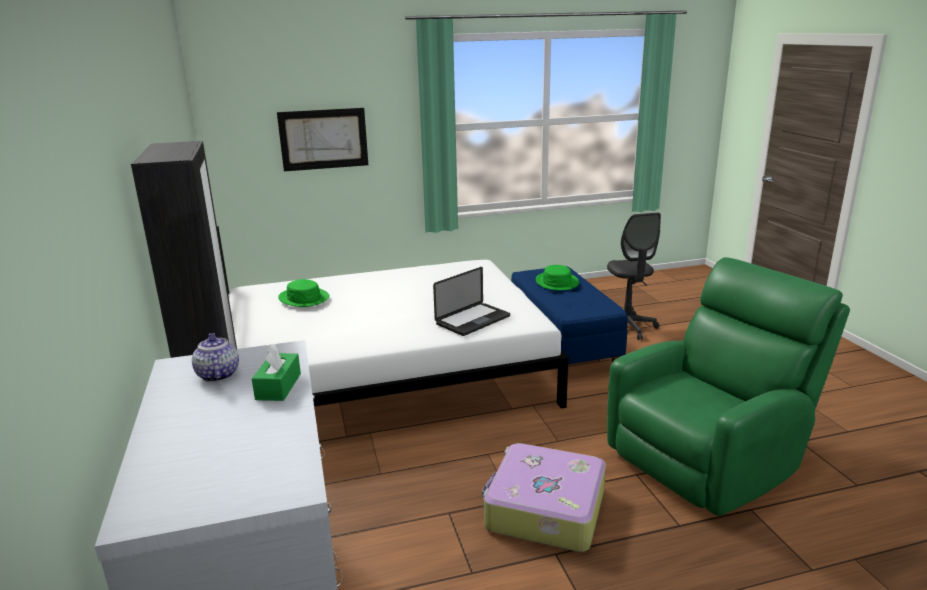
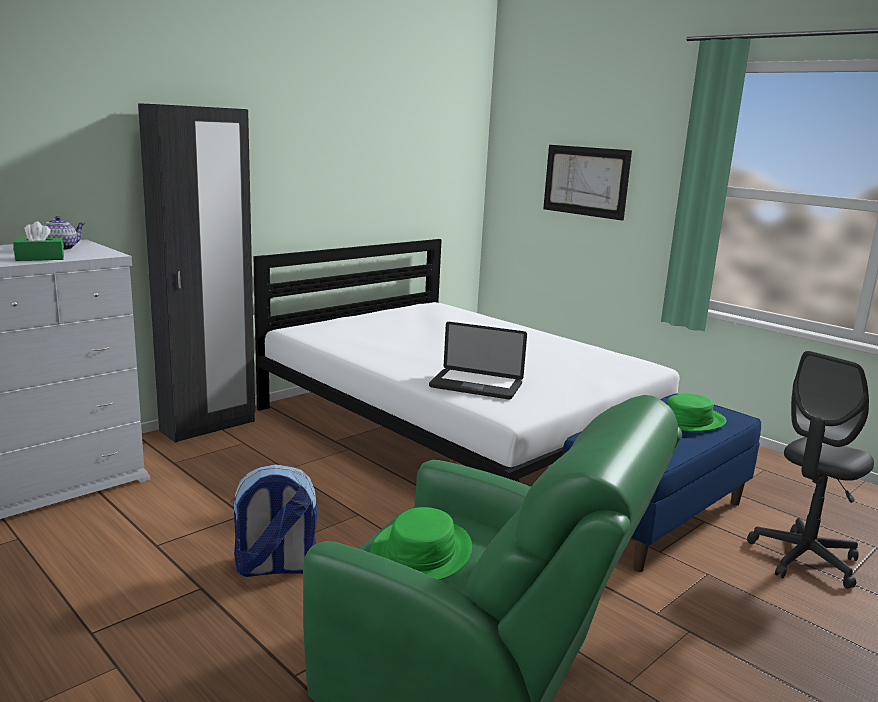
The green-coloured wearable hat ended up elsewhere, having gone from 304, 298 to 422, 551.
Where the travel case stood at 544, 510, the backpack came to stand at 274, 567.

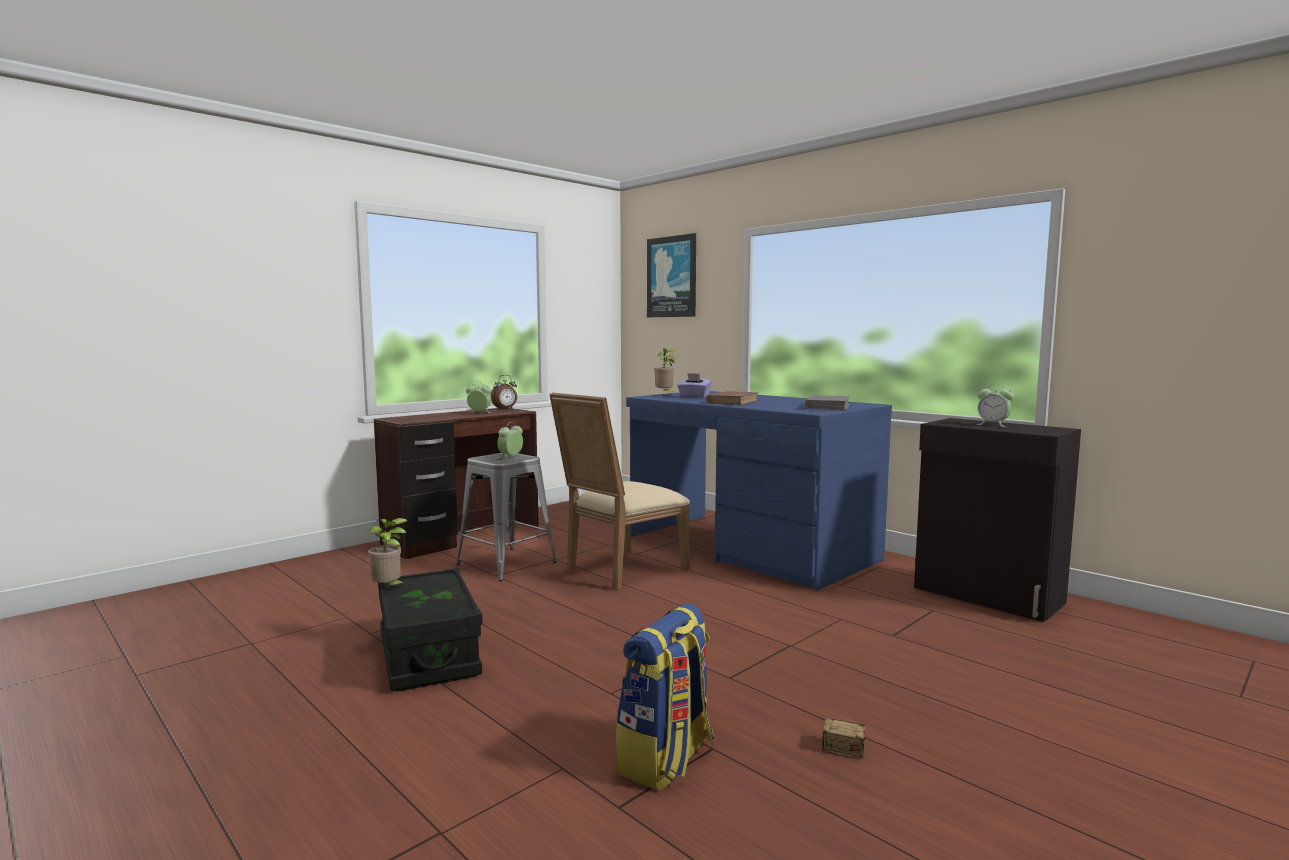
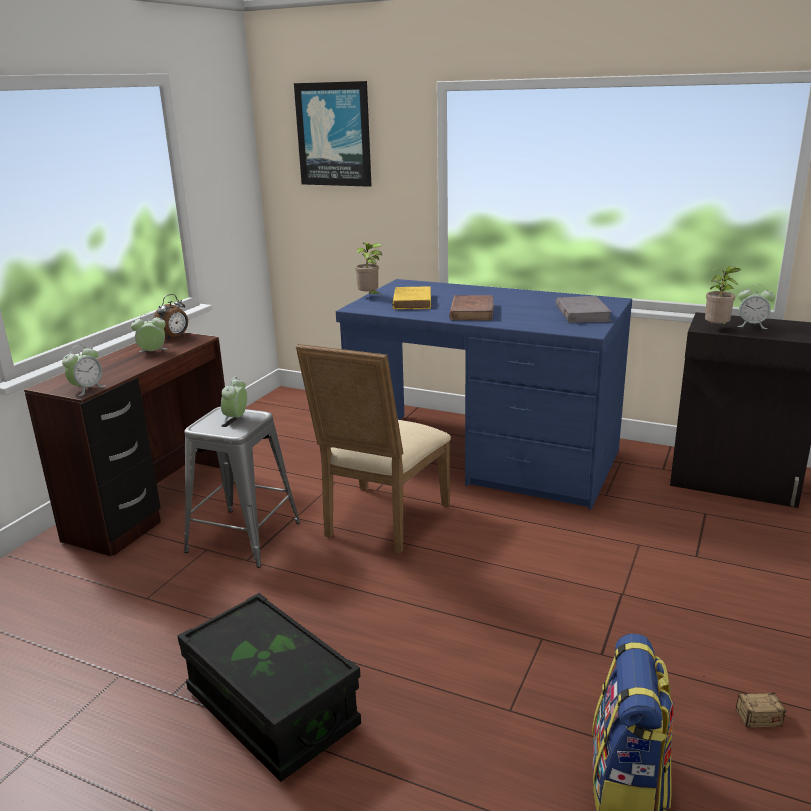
The potted plant ended up elsewhere, having gone from 389, 589 to 717, 329.
Where the purple-coloured tissue box stood at 694, 397, the yellow volume came to stand at 412, 301.
The second view gained the alarm clock at 87, 389.

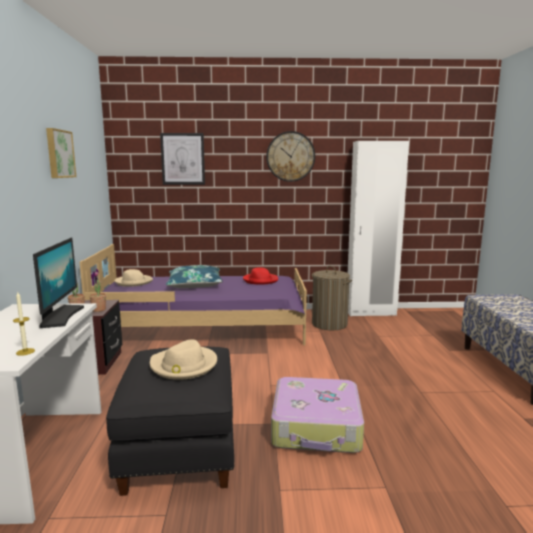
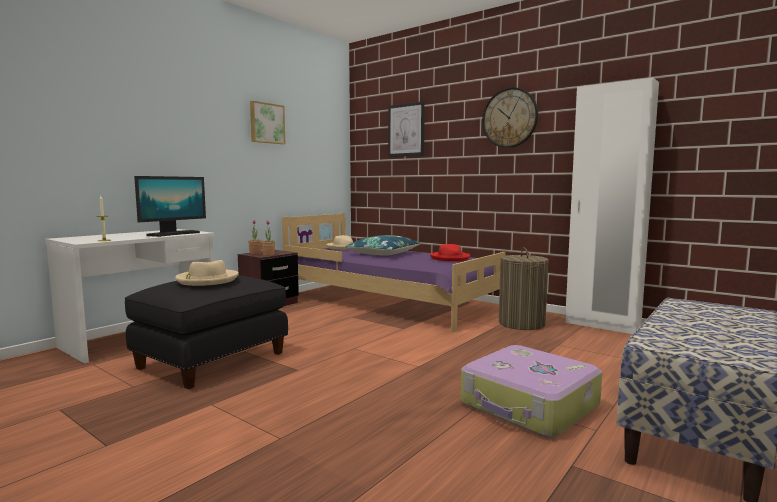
The travel case ended up elsewhere, having gone from 316, 427 to 529, 405.

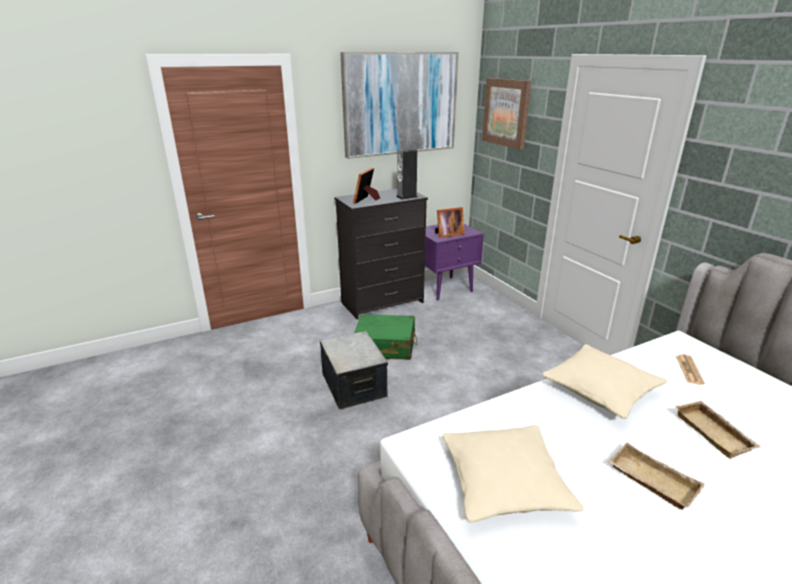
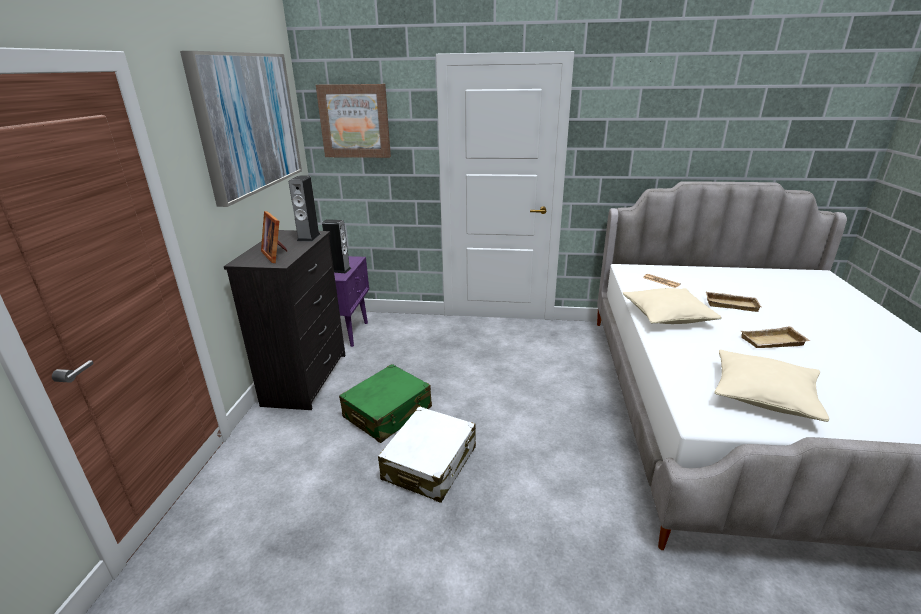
Where the storage box stood at 354, 385, the white-coloured travel case came to stand at 430, 463.
Where the photo frame stood at 447, 234, the audio speaker came to stand at 339, 270.

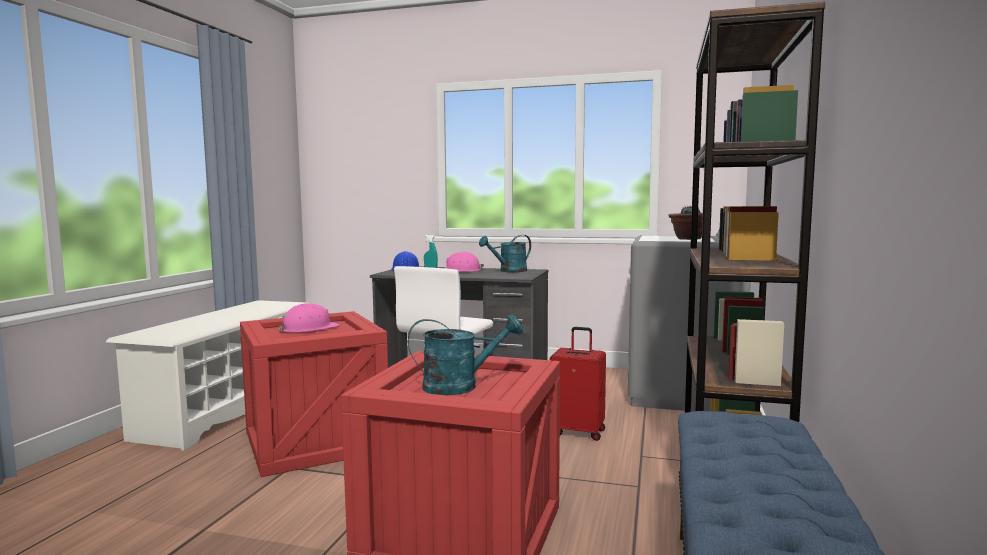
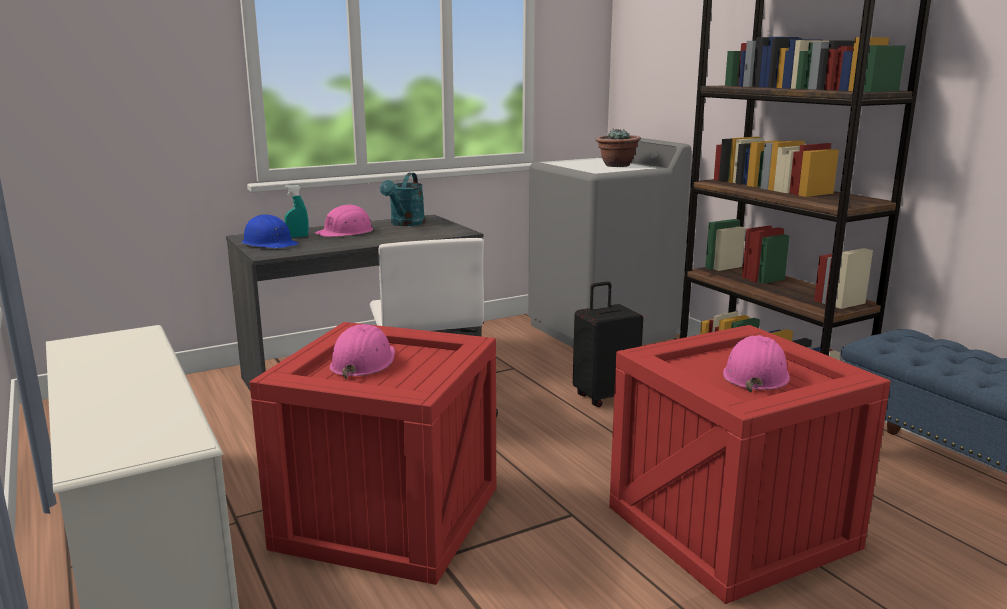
Where the turquoise watering pot stood at 460, 386, the pinkish safety helmet came to stand at 755, 375.
What was the red travel case at 578, 432 turned into the black travel case at 605, 397.

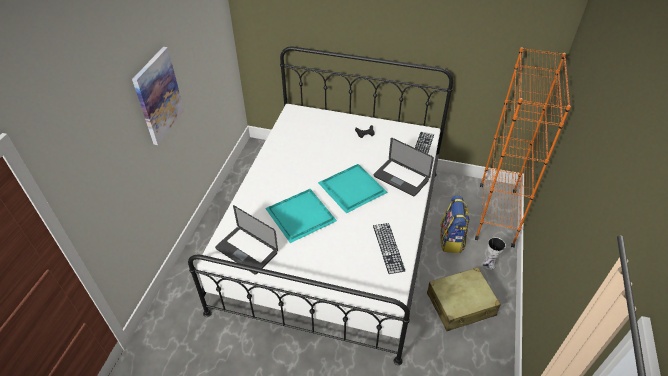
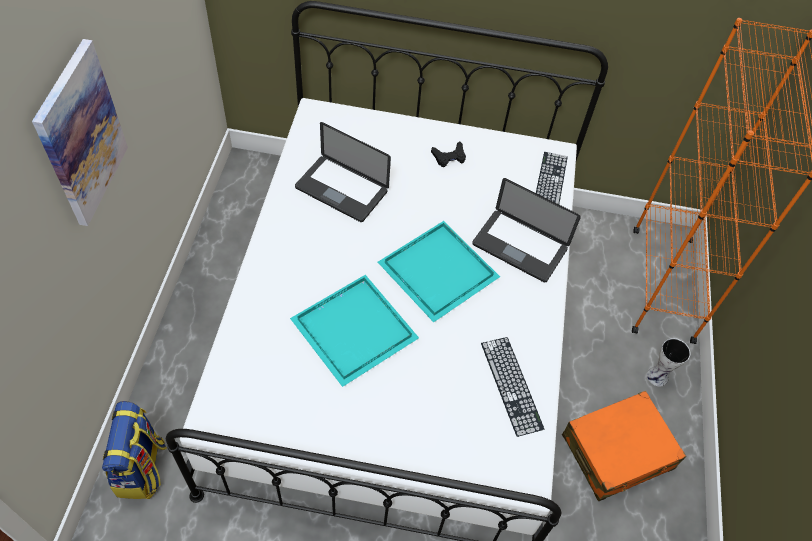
The portable computer ended up elsewhere, having gone from 246, 250 to 341, 189.
What was the beige travel case at 460, 305 turned into the orangey travel case at 617, 452.
The backpack ended up elsewhere, having gone from 451, 240 to 142, 469.

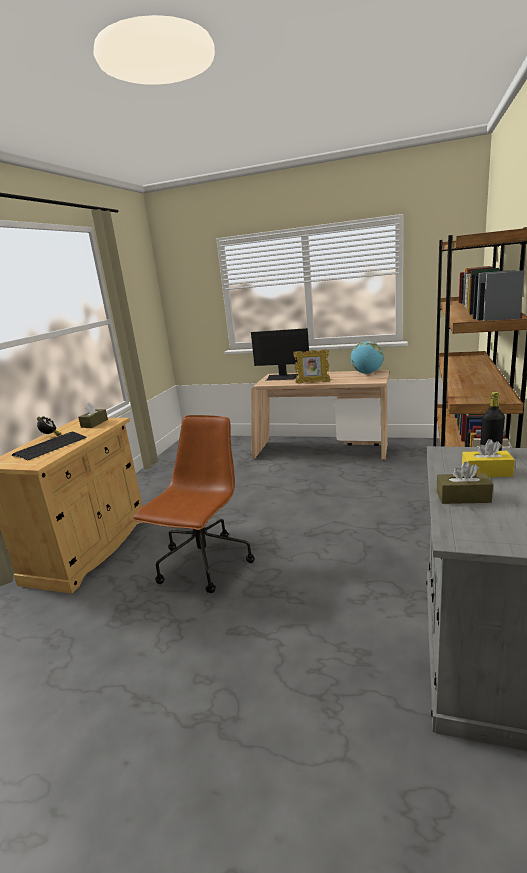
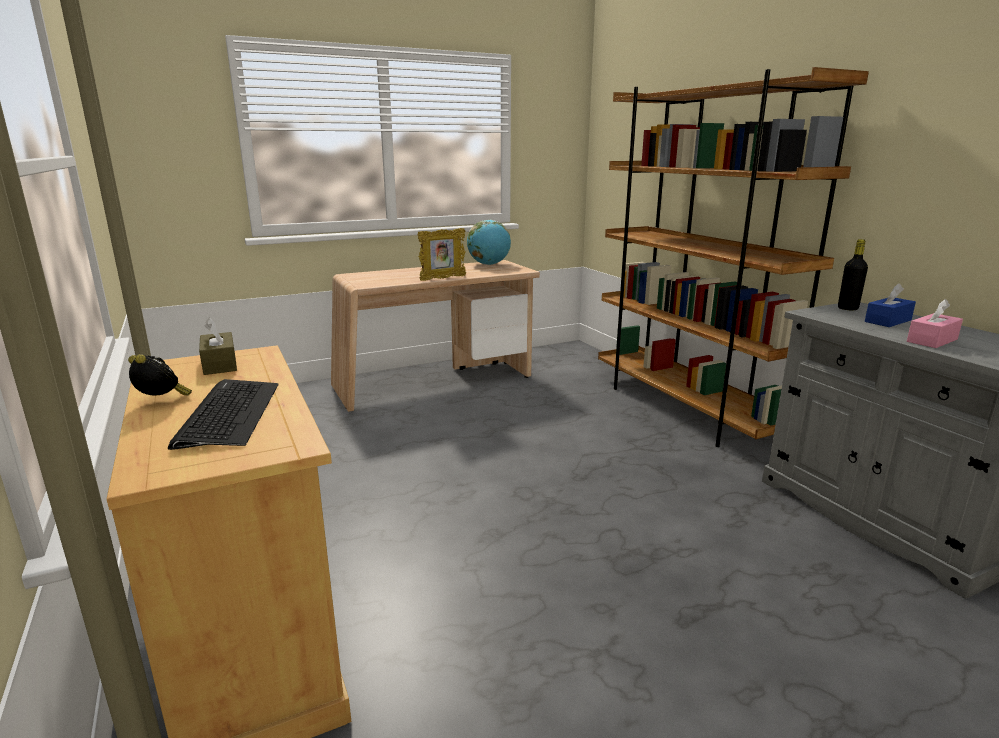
The second view lost the brownish office chair at 204, 564.
The second view lost the monitor at 282, 377.
What was the brownish tissue box at 463, 497 turned into the pinkish tissue box at 932, 340.
What was the yellow tissue box at 486, 472 turned into the bluish tissue box at 888, 321.

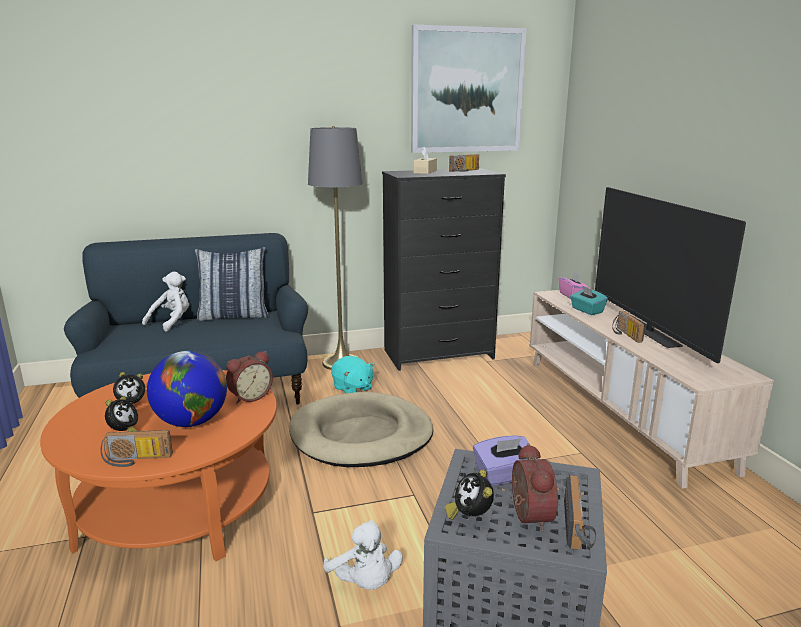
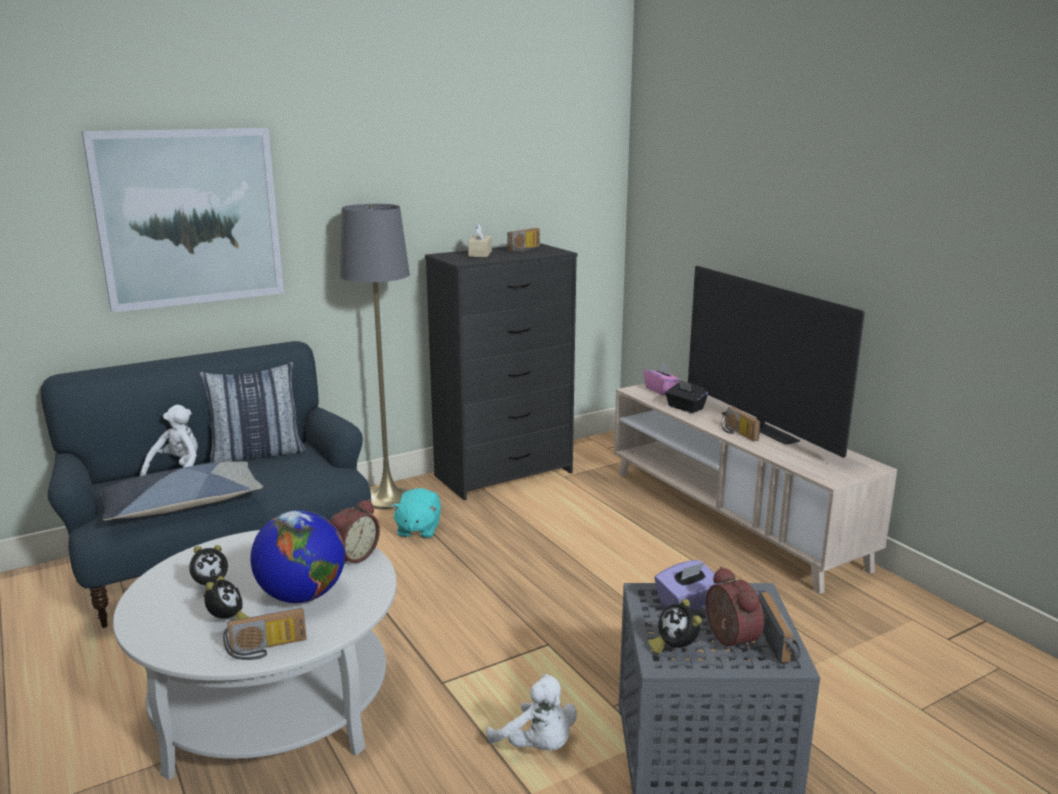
What was the orangey coffee table at 178, 505 turned into the white-coloured coffee table at 273, 702.
The second view lost the beige dog cushion at 361, 435.
The turquoise cuddly toy at 352, 388 ended up facing another way, 60 degrees clockwise from before.
The wall picture ended up elsewhere, having gone from 467, 91 to 189, 217.
What was the turquoise tissue box at 586, 310 turned into the black tissue box at 685, 408.
The second view gained the throw pillow at 182, 504.

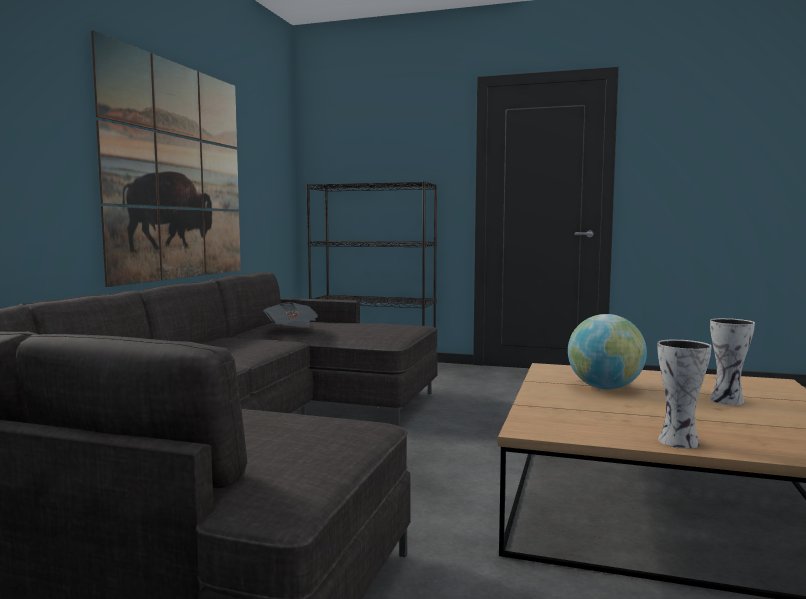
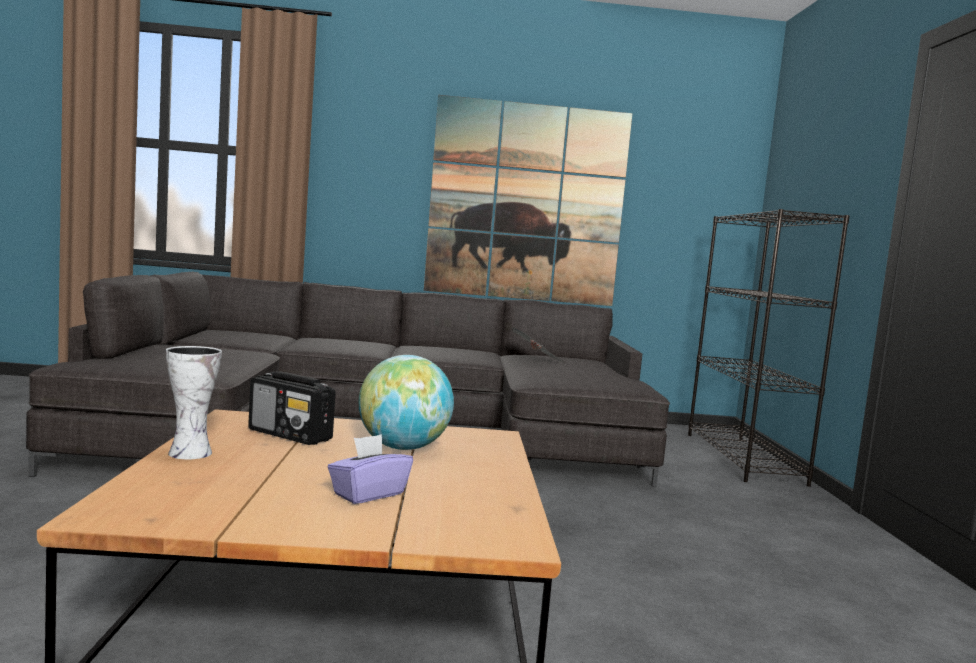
Where the flower vase stood at 729, 400, the purple-coloured tissue box came to stand at 368, 494.
The second view gained the radio receiver at 290, 435.

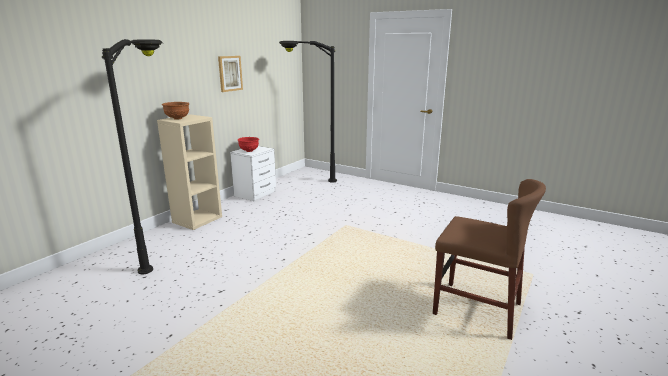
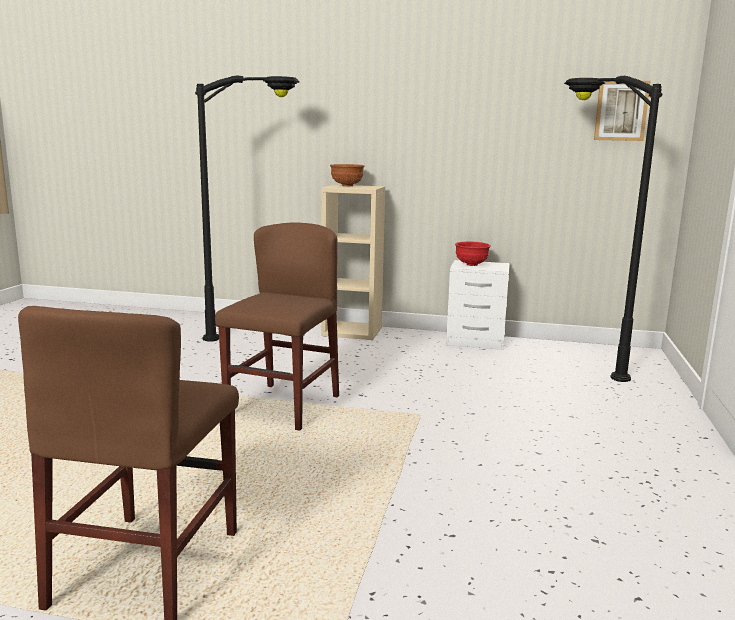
The wall picture ended up elsewhere, having gone from 230, 73 to 621, 111.
The second view gained the brownish upright chair at 283, 406.

